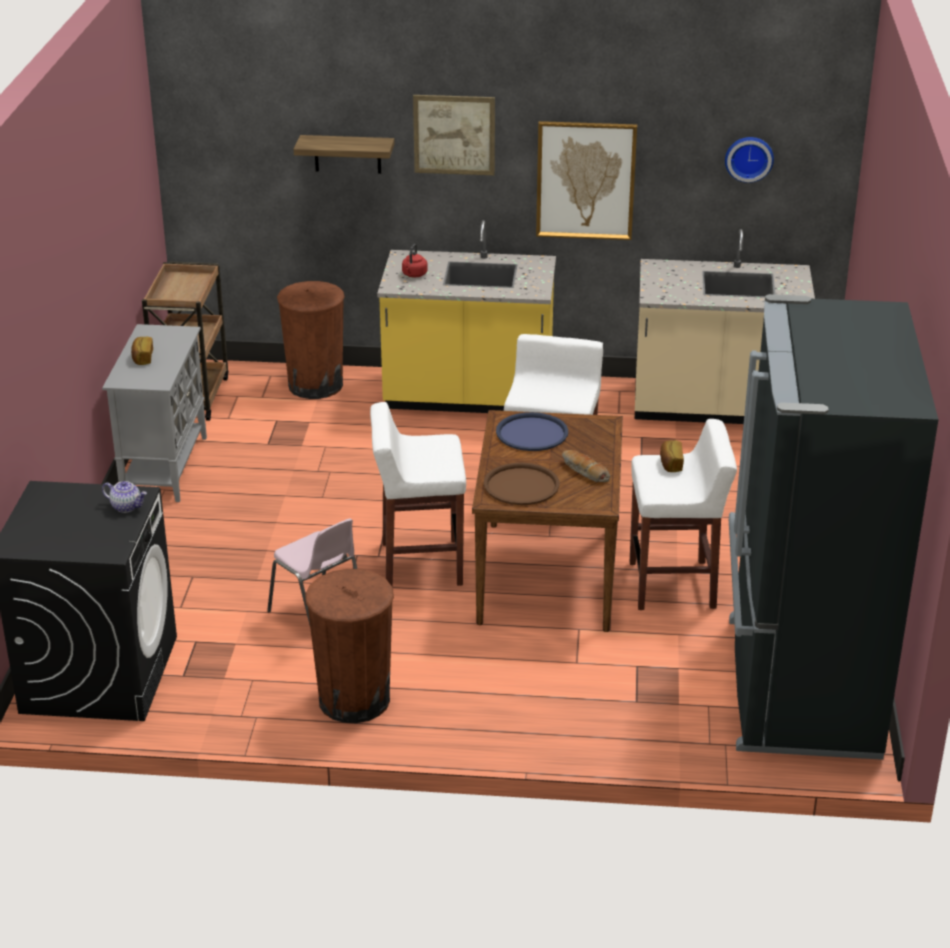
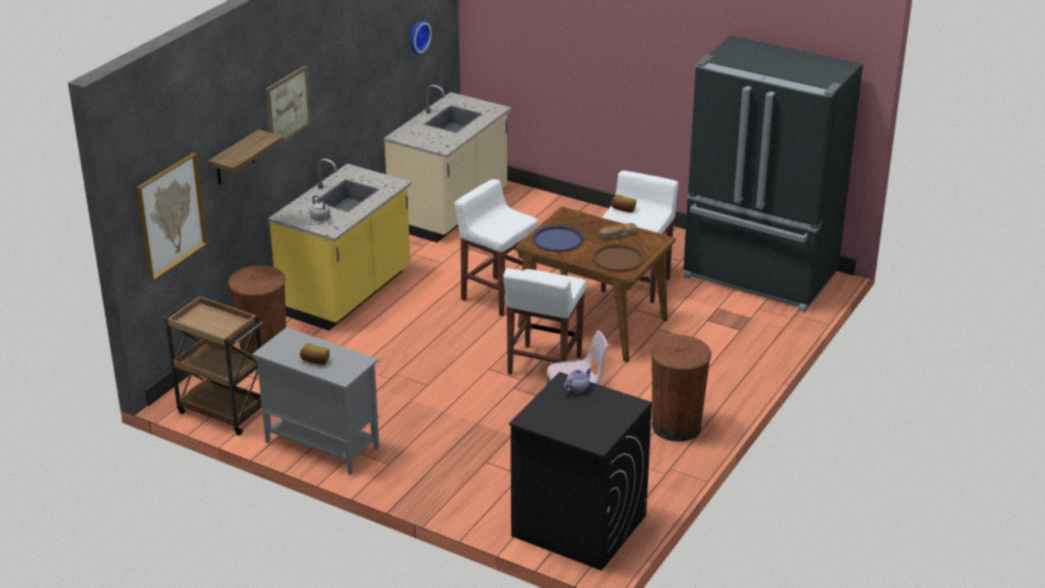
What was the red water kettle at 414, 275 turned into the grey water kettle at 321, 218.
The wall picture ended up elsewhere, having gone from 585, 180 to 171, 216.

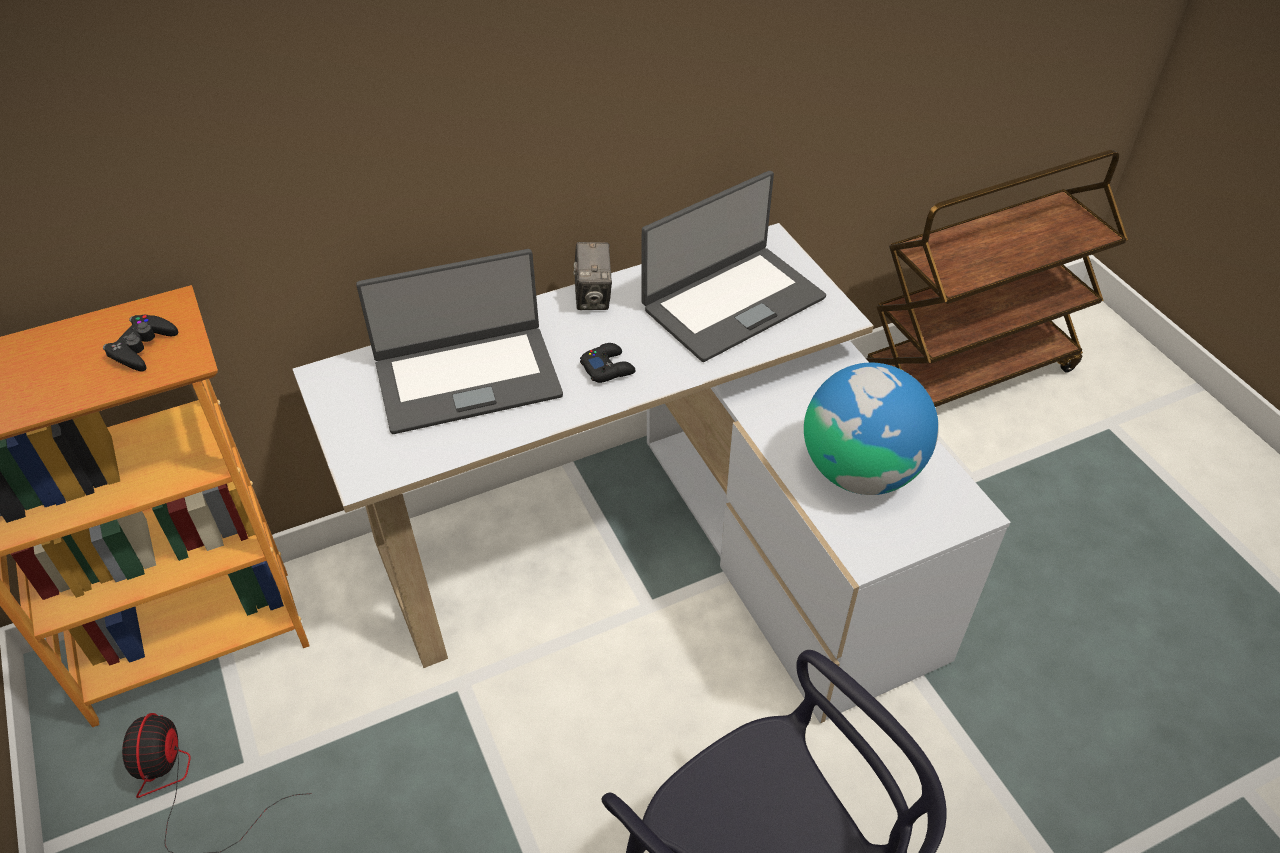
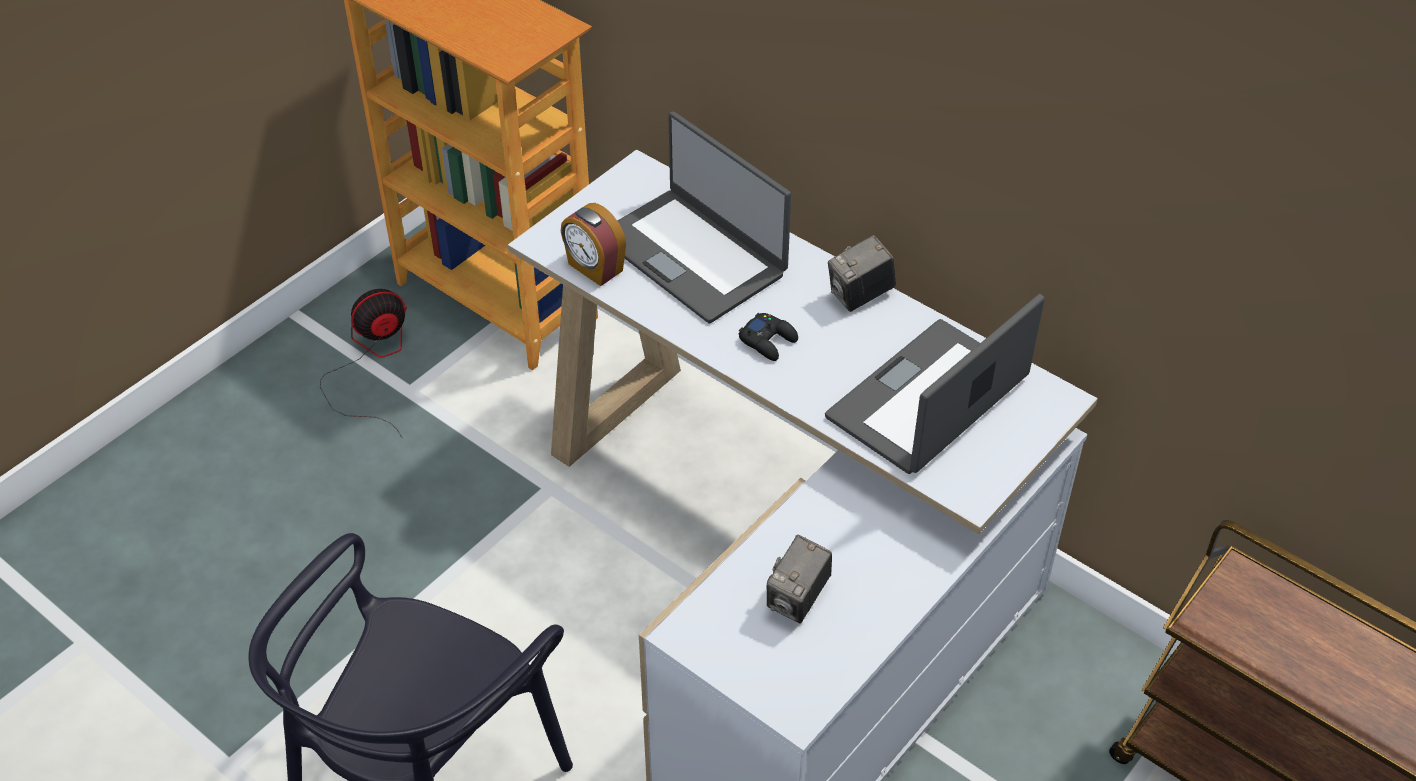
The second view lost the black game controller at 142, 347.
The portable computer at 732, 302 ended up facing another way, 105 degrees clockwise from before.
Where the world globe stood at 860, 470, the photo camera came to stand at 798, 599.
The second view gained the alarm clock at 594, 268.

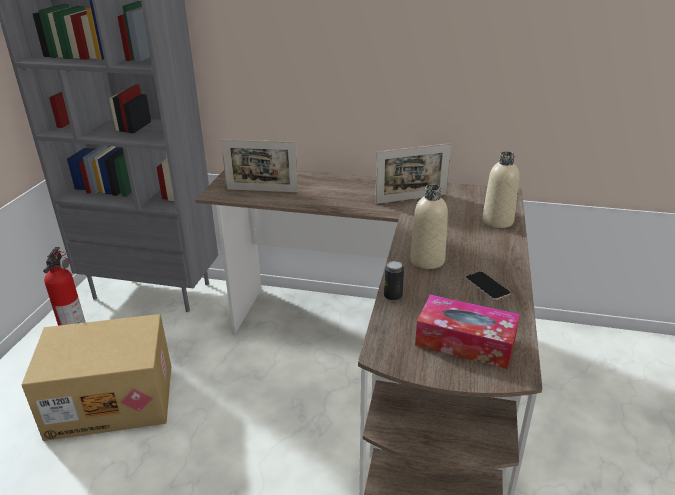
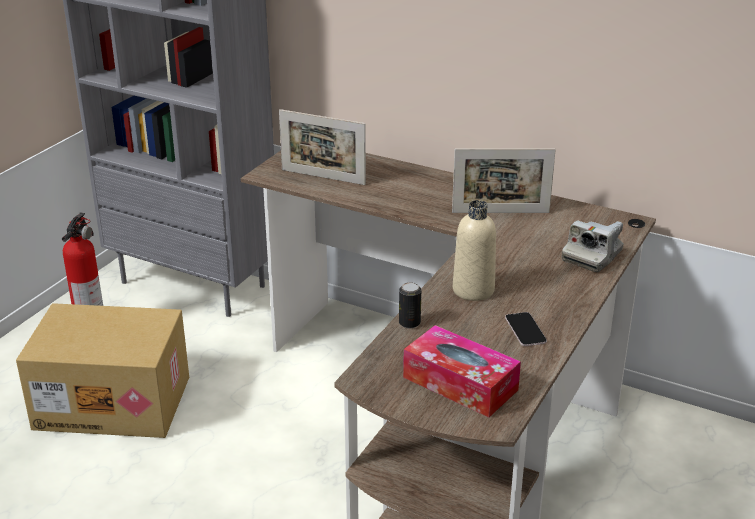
Where the beige drink bottle stood at 497, 221, the photo camera came to stand at 592, 256.

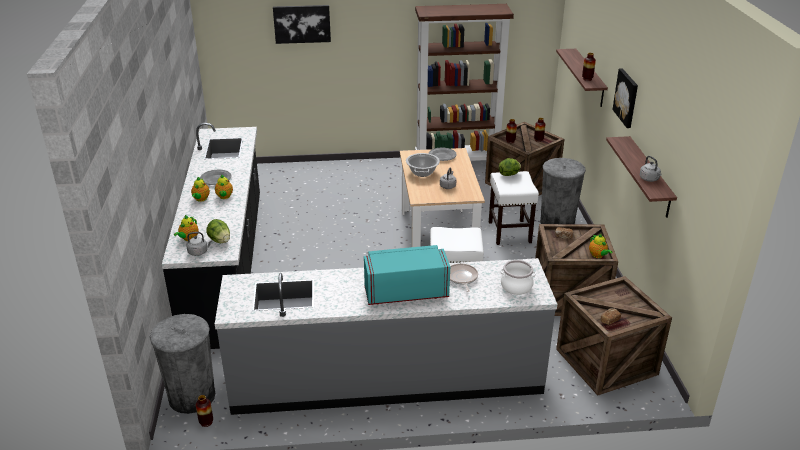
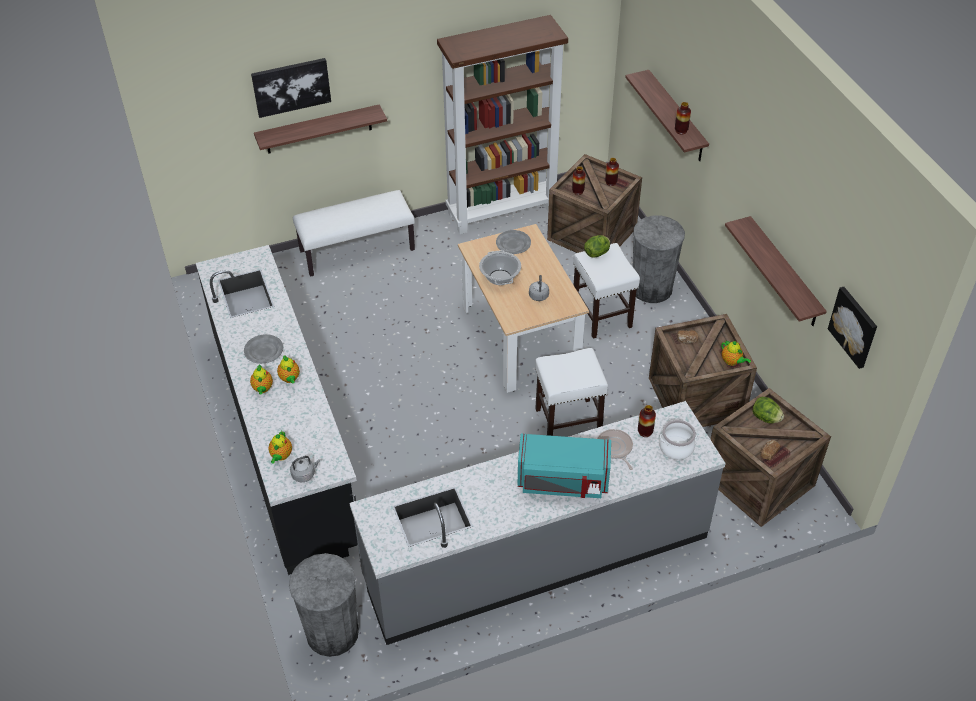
The flower vase ended up elsewhere, having gone from 206, 422 to 645, 432.
The head of lettuce ended up elsewhere, having gone from 220, 240 to 765, 418.
The turquoise microwave at 405, 291 ended up facing another way, 150 degrees counterclockwise from before.
The wall picture ended up elsewhere, having gone from 627, 97 to 854, 326.
The second view lost the grey water kettle at 649, 179.
The second view gained the shelf at 318, 129.
The second view gained the white-coloured long seat at 357, 250.

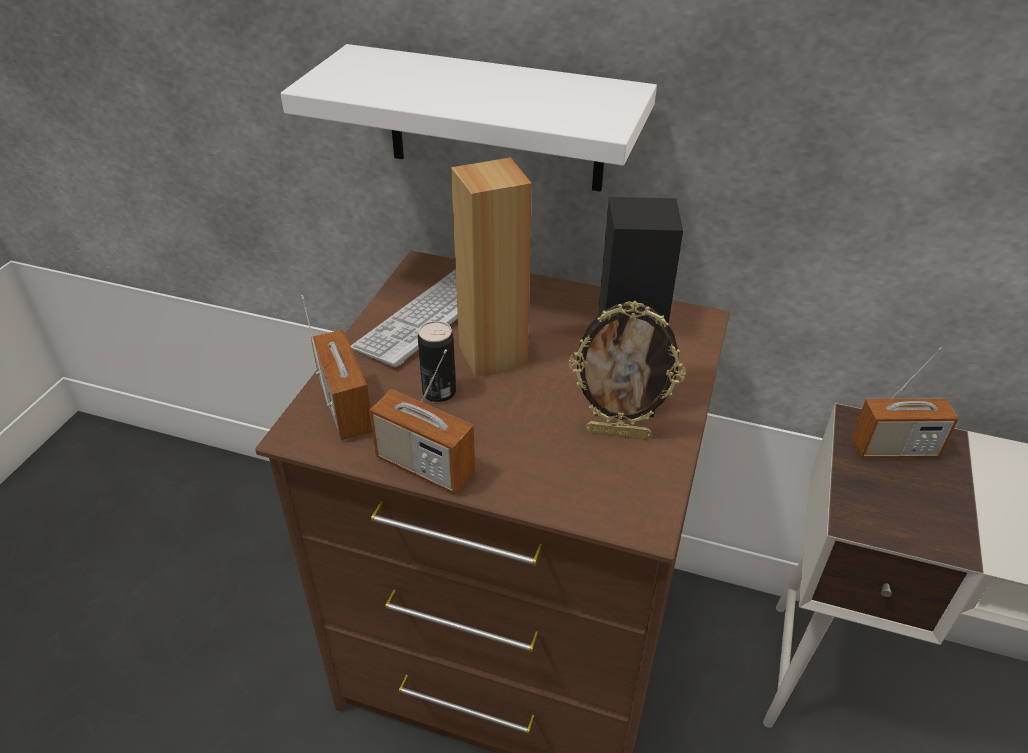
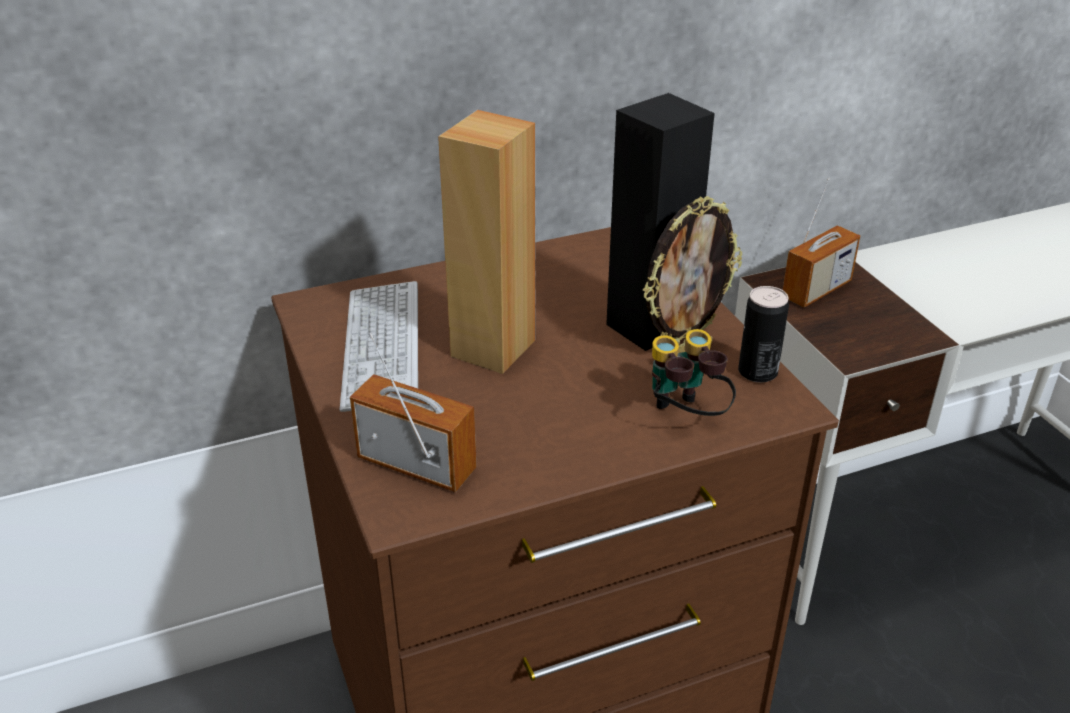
The second view lost the white-coloured shelf at 495, 120.
The second view lost the radio receiver at 425, 466.
The can ended up elsewhere, having gone from 439, 392 to 757, 372.
The second view gained the pair of binoculars at 684, 417.

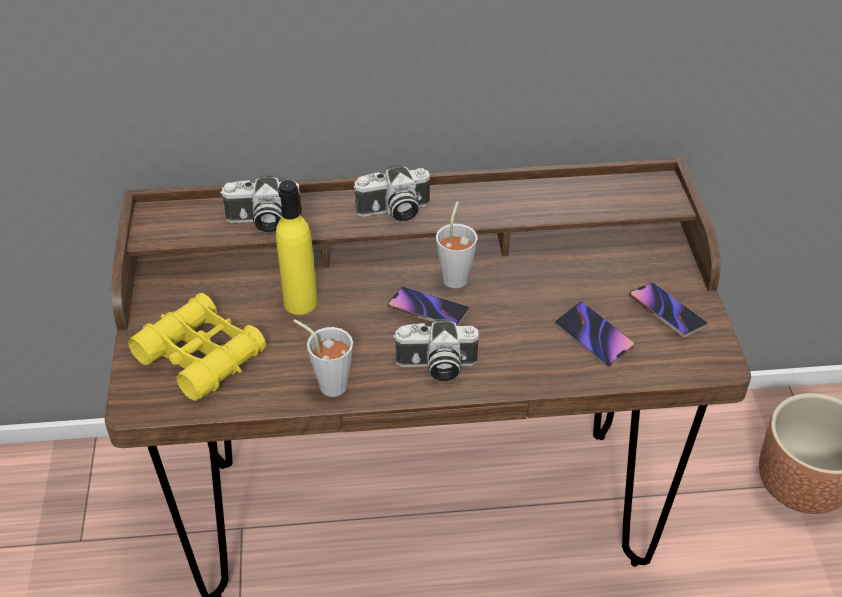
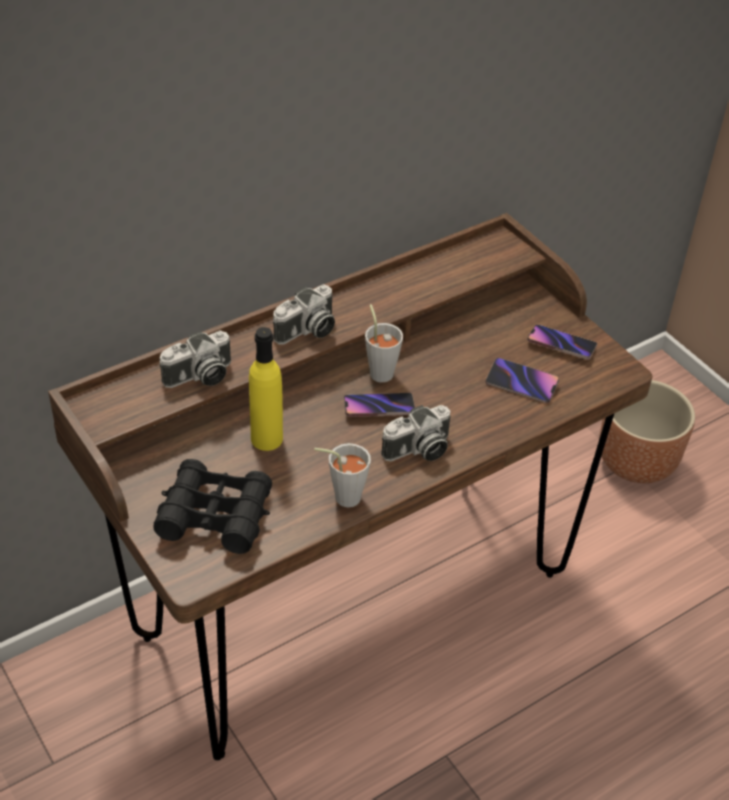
What was the yellow pair of binoculars at 201, 356 turned into the black pair of binoculars at 215, 515.

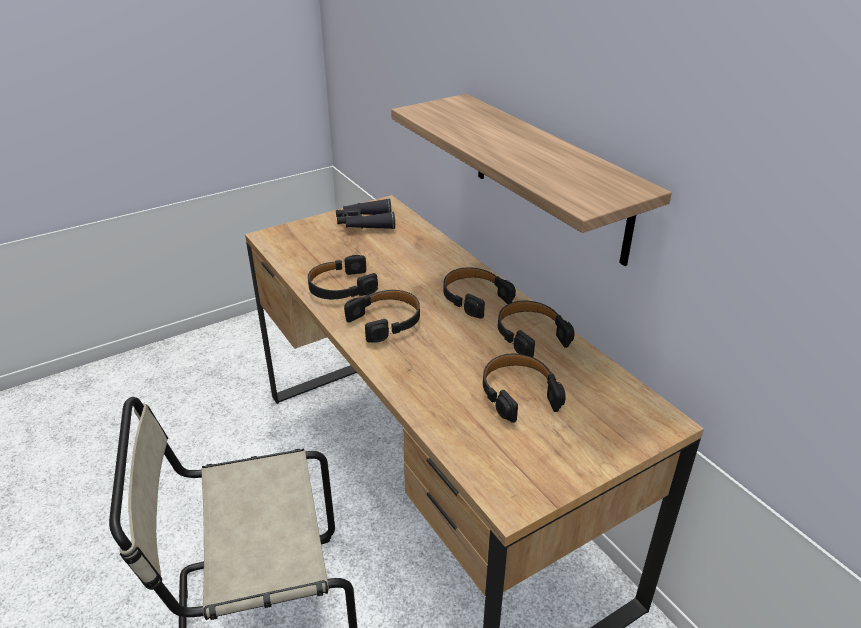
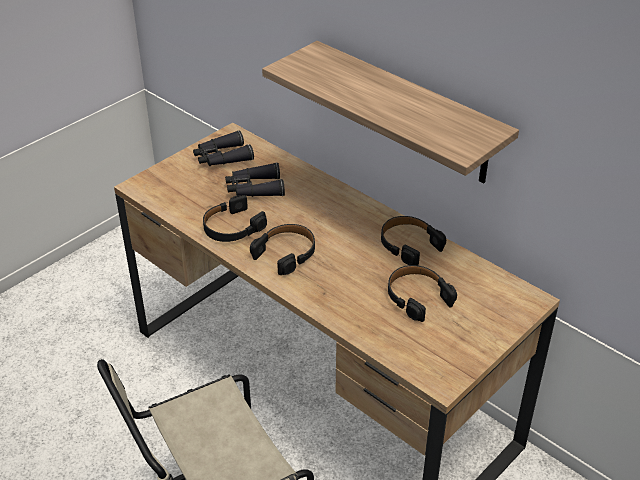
The second view lost the black headphones at 474, 298.
The second view gained the black pair of binoculars at 254, 188.

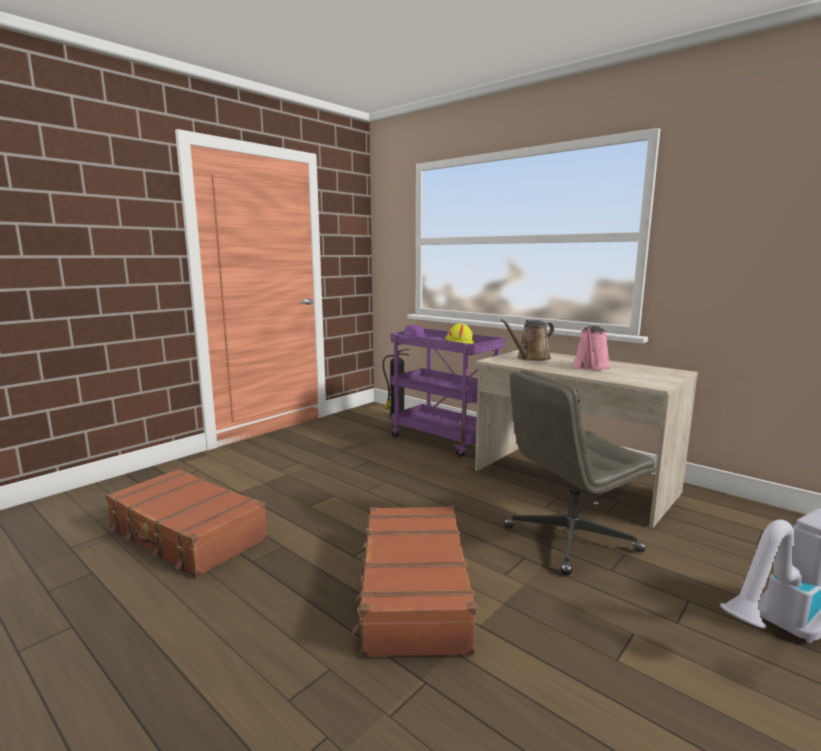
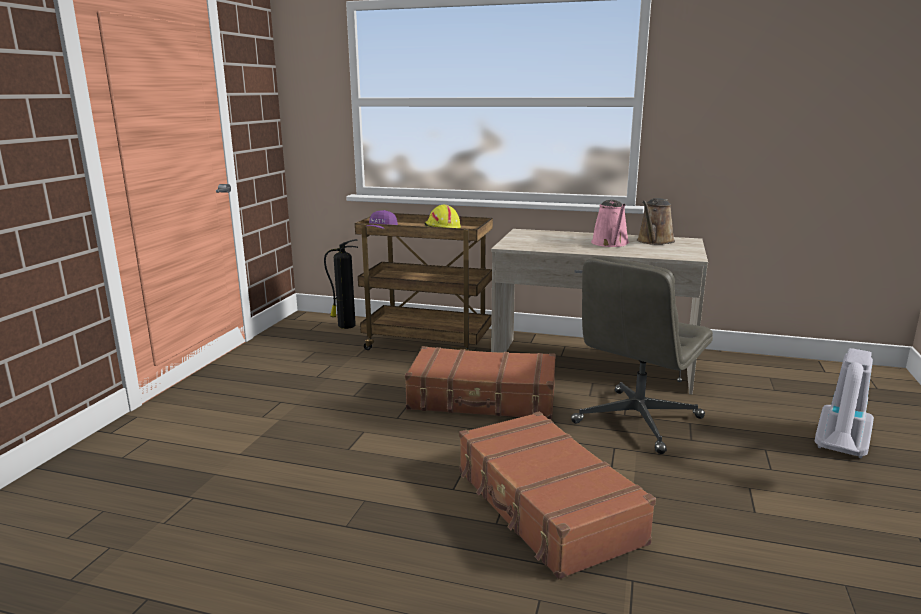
The brownish travel case ended up elsewhere, having gone from 187, 535 to 483, 399.
What was the purple-coloured trolley at 445, 440 turned into the brownish trolley at 428, 344.
The brownish watering pot ended up elsewhere, having gone from 531, 358 to 654, 241.

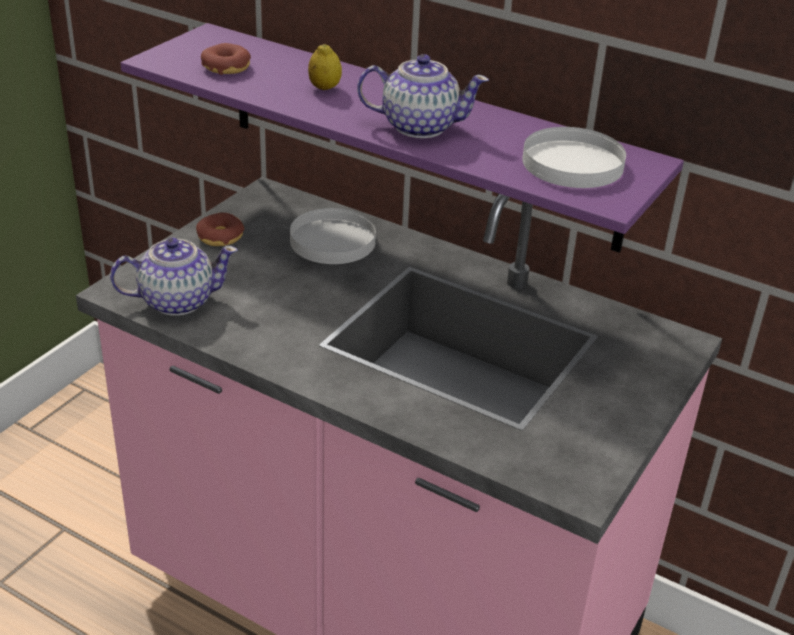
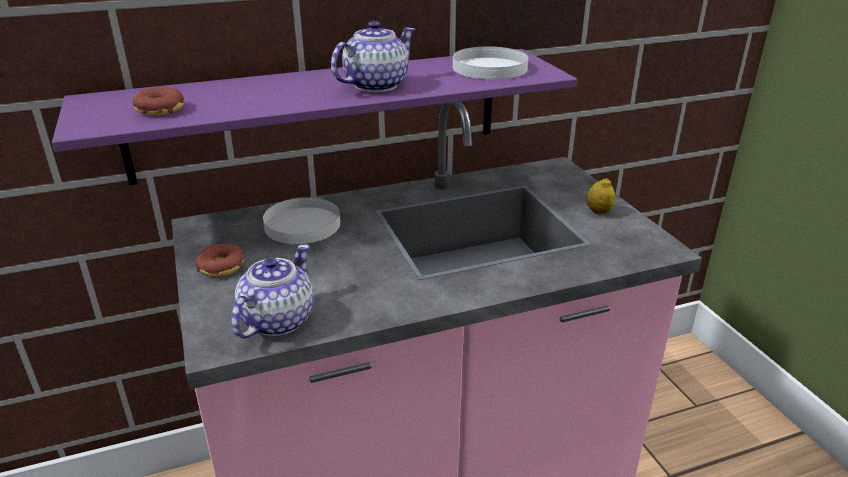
The whole lemon ended up elsewhere, having gone from 324, 88 to 598, 212.

